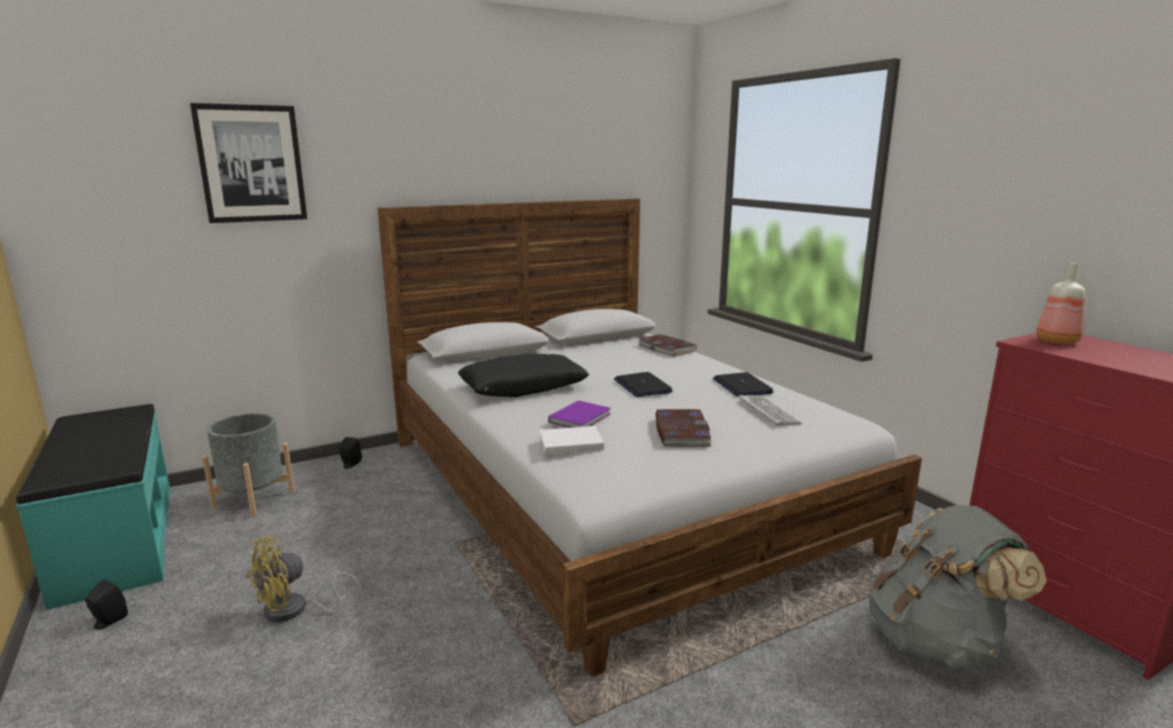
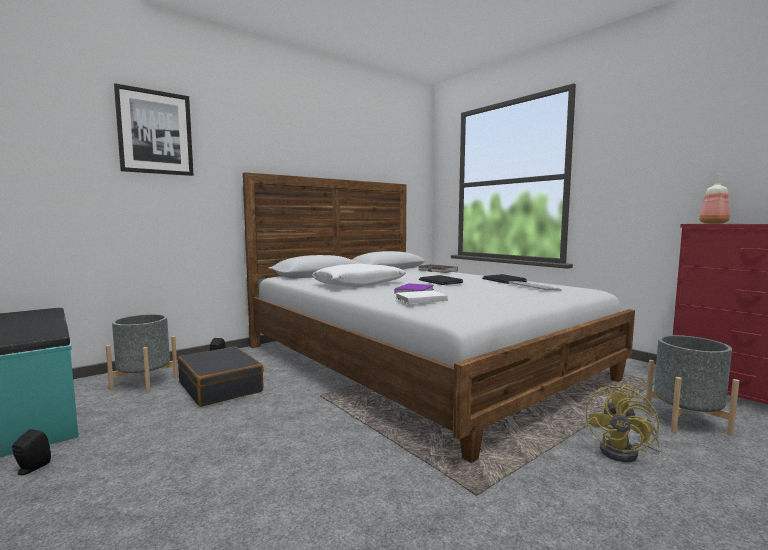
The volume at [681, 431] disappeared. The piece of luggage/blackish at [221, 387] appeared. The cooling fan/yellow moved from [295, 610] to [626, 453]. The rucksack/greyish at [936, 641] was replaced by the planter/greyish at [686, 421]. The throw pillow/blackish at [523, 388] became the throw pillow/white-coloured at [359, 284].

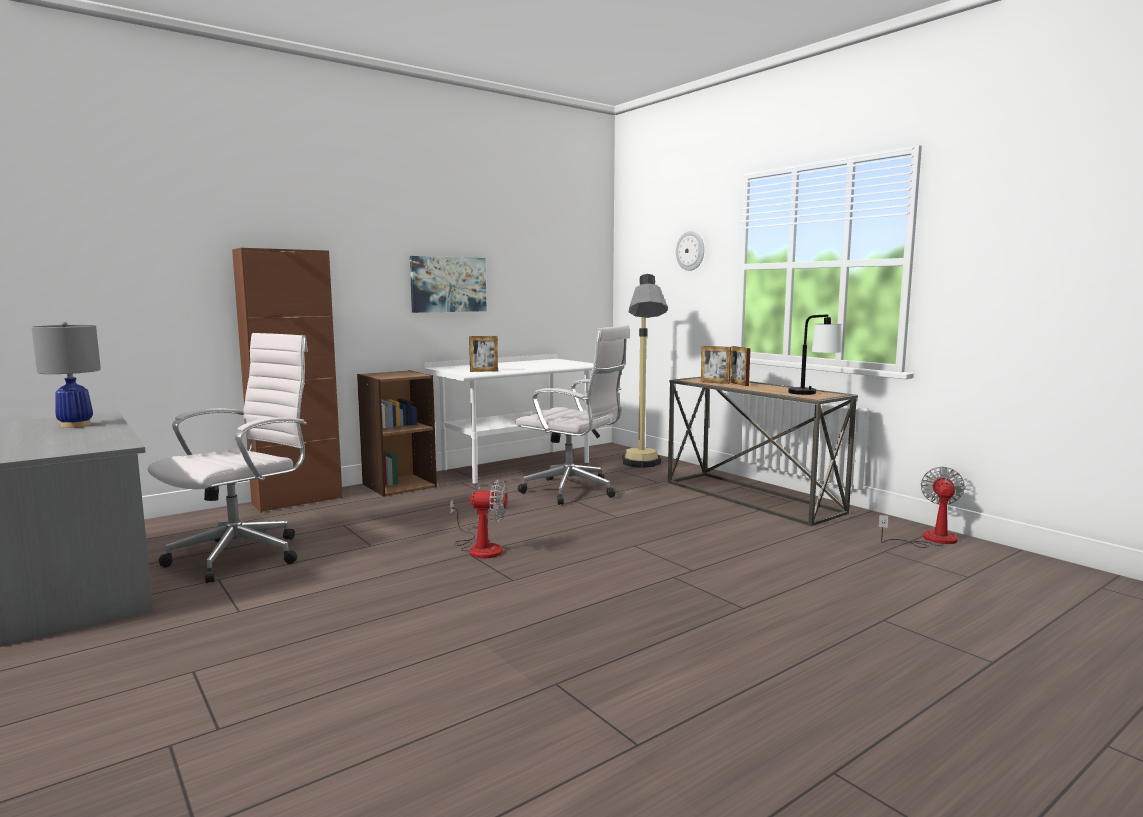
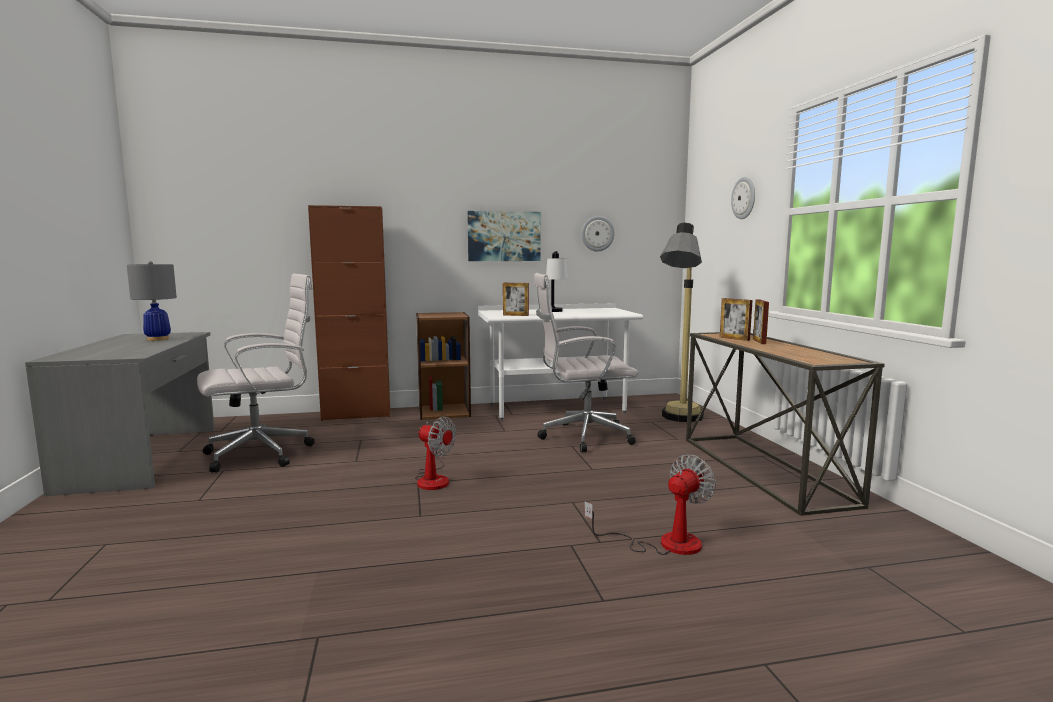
The wall clock at [597, 233] appeared. The lamp for a table moved from [813, 394] to [554, 312]. The cooling fan moved from [929, 539] to [664, 543]. The computer chair/white-coloured at [573, 491] turned 120 degrees clockwise.

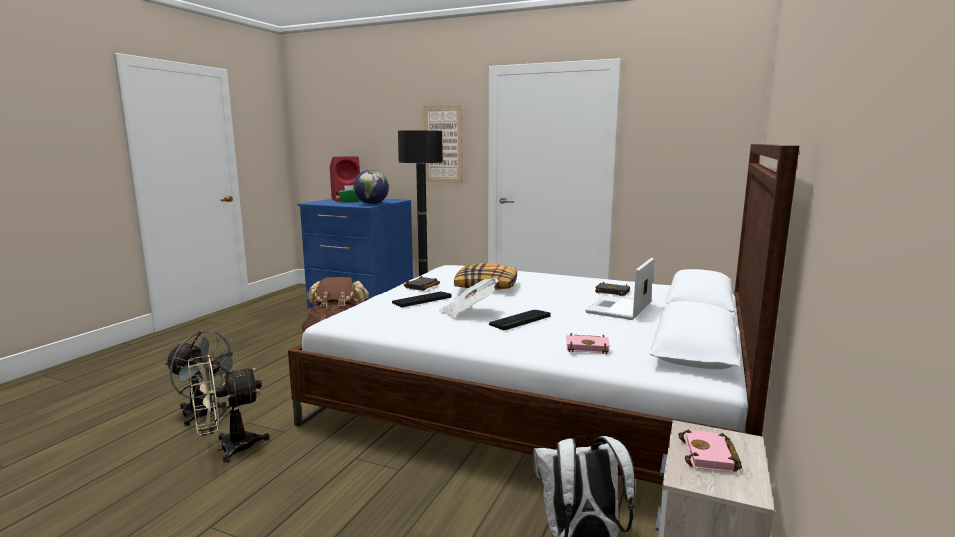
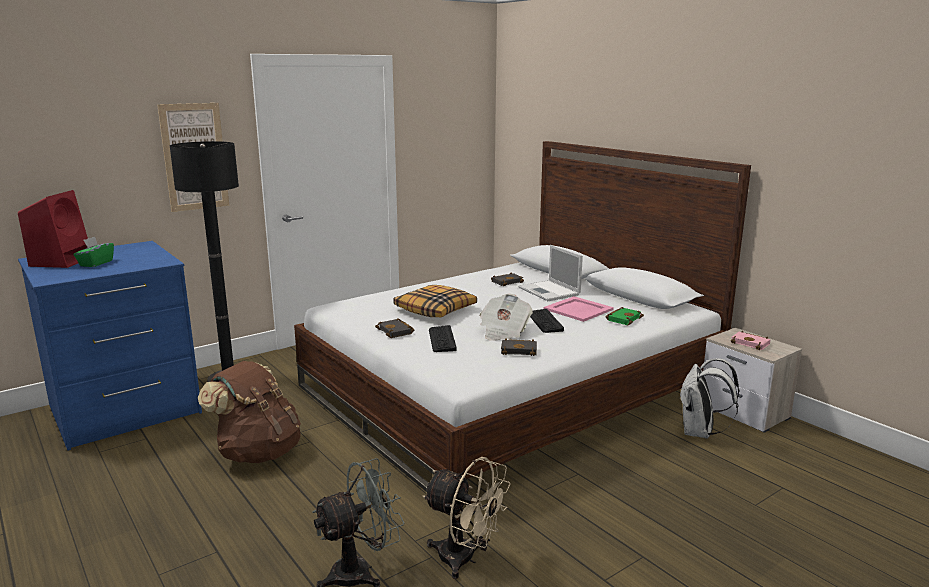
The world globe at [372, 204] disappeared. The volume/blackish at [520, 350] appeared. The carrying tray/pink at [577, 309] appeared. The volume/pink at [588, 347] became the volume/greenish at [623, 318]. The cooling fan/sand-coloured at [228, 448] turned 60 degrees counterclockwise.

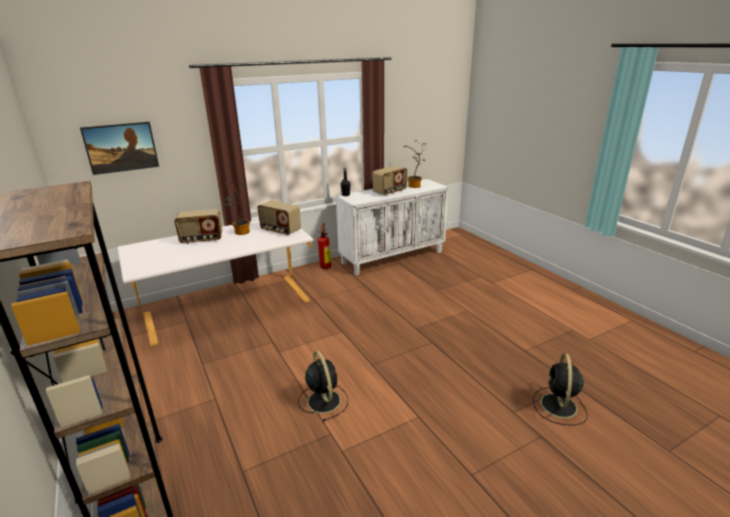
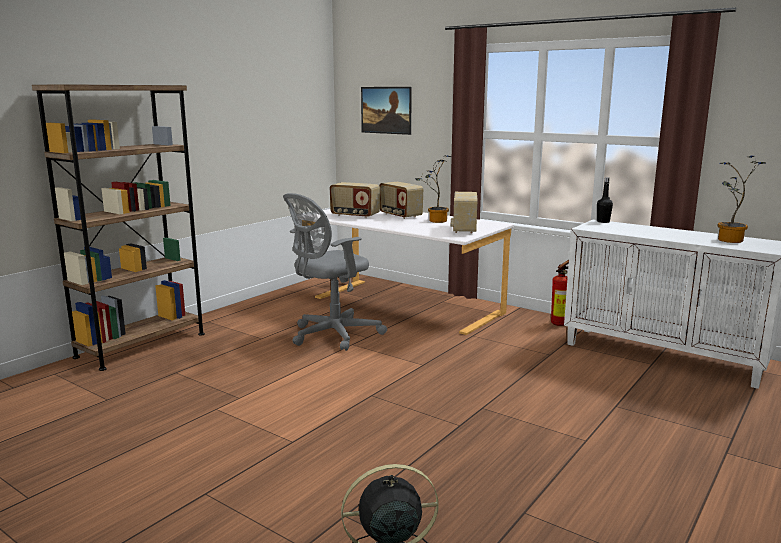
The cooling fan/blackish at [323, 400] disappeared. The computer chair/greyish at [332, 335] appeared. The radio set moved from [390, 192] to [354, 215].

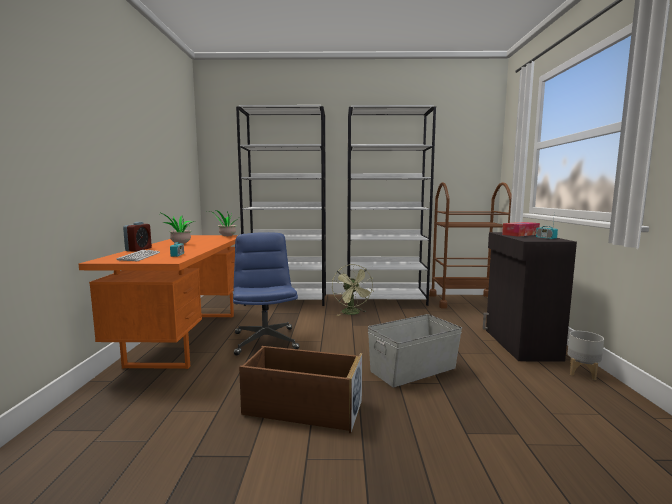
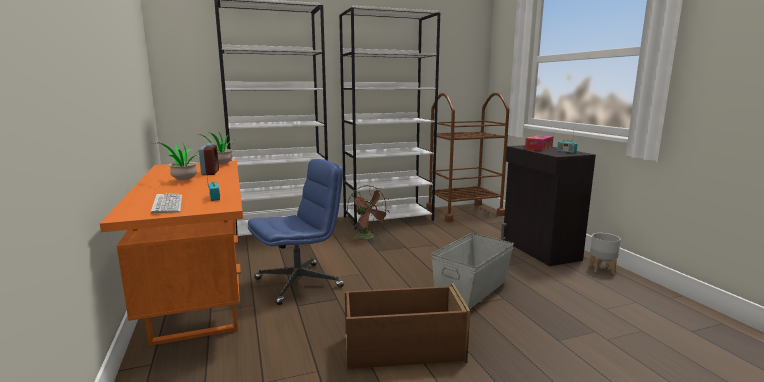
The bedside clock moved from [138, 249] to [210, 172]. The cooling fan/greenish at [352, 313] became the cooling fan/brownish at [367, 238]. The computer chair/bluish at [265, 340] turned 90 degrees clockwise.

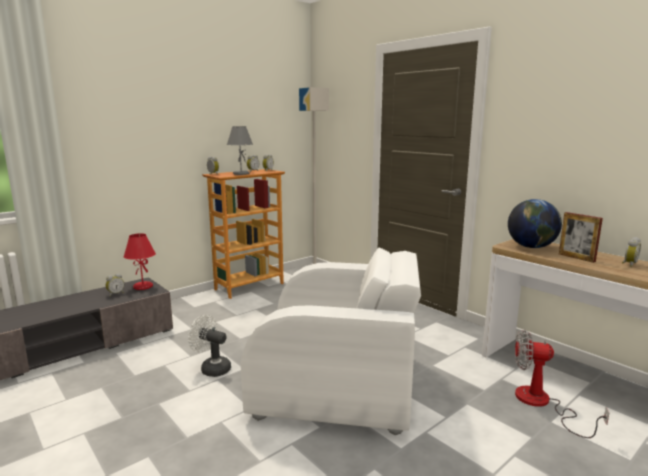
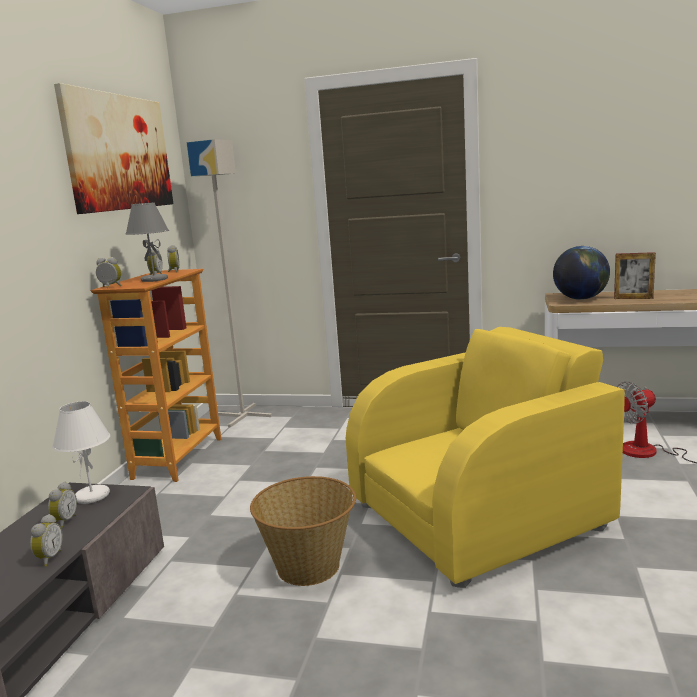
The wall art at [119, 152] appeared. The bedside clock moved from [628, 264] to [48, 558]. The cooling fan/white-coloured at [212, 368] was replaced by the storage basket at [309, 566]. The lamp for a table/reddish at [143, 287] became the lamp for a table/white-coloured at [92, 496]. The easy chair/white-coloured at [337, 385] became the easy chair/yellow at [478, 515].

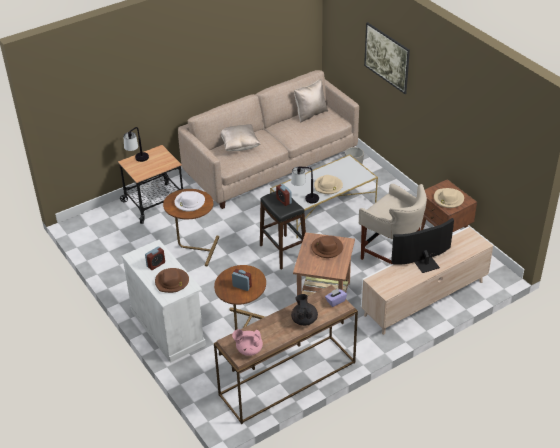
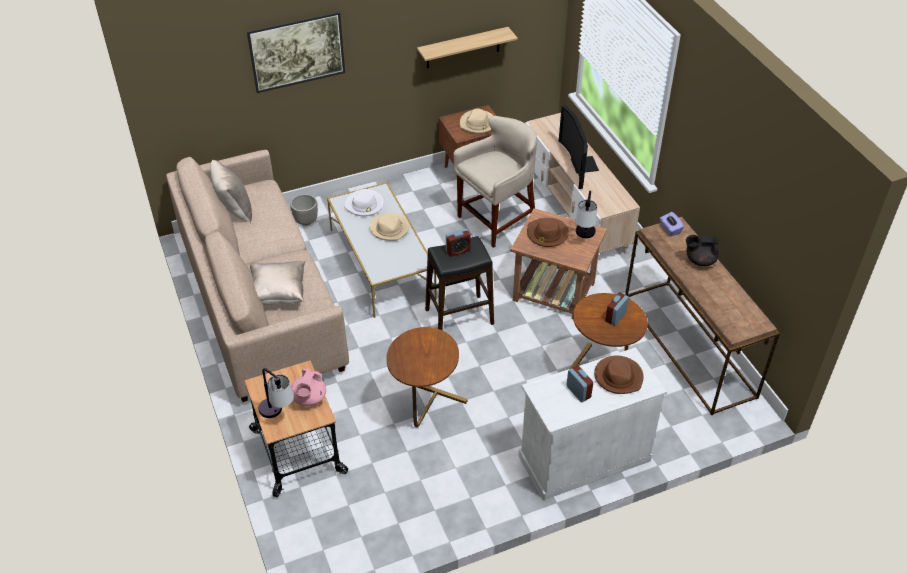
The wall shelf at [463, 48] appeared. The clothing hat/white-coloured moved from [189, 202] to [364, 205]. The teapot/pink moved from [248, 350] to [309, 398]. The lamp for a table moved from [305, 199] to [584, 238].

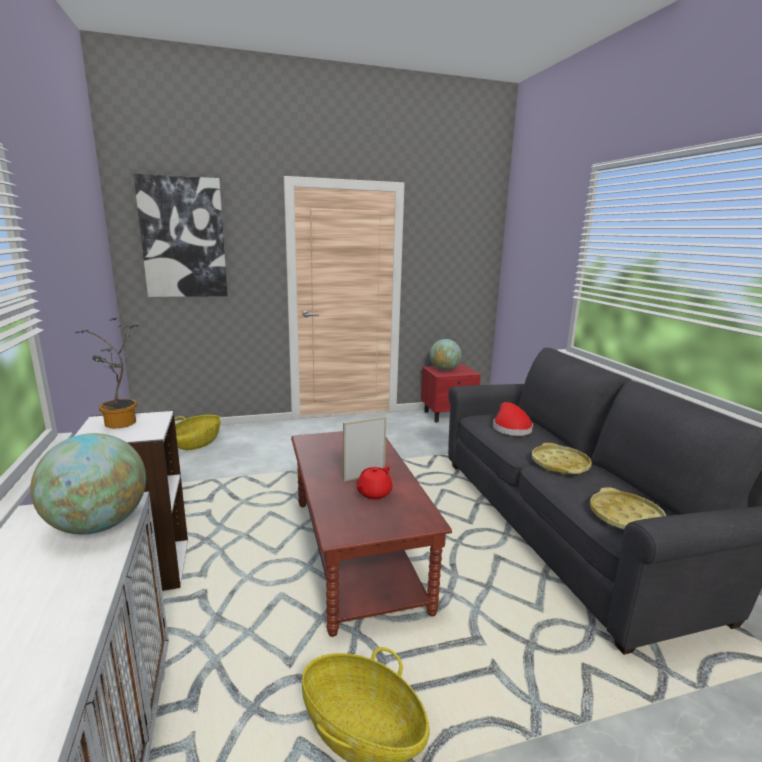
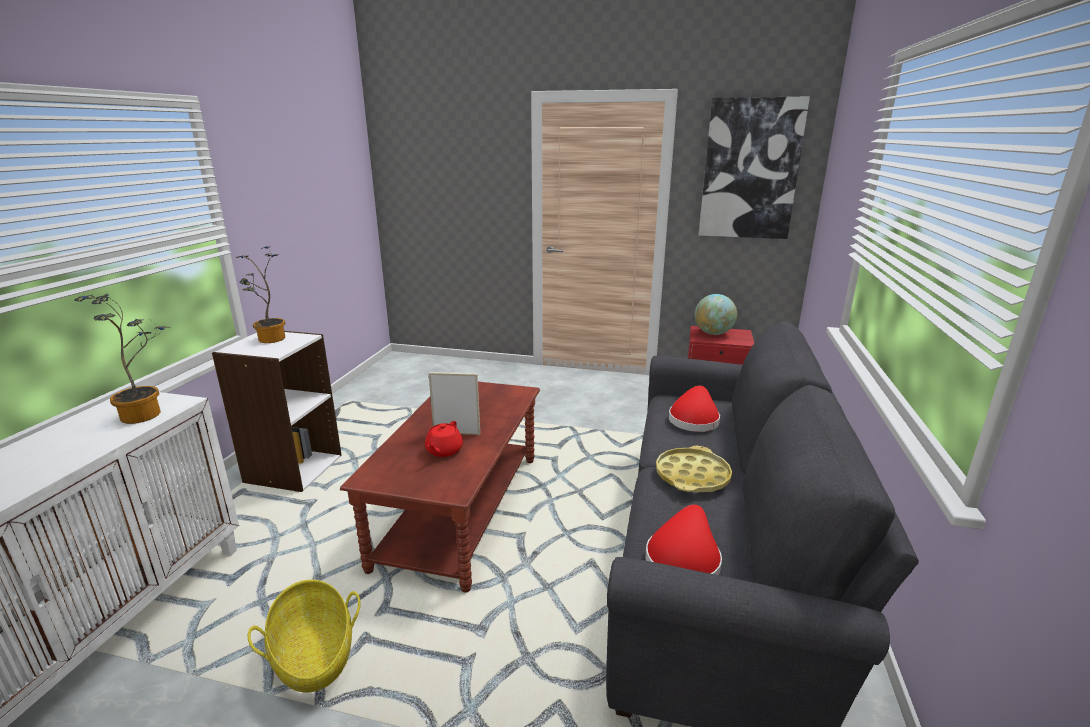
The storage basket at [197, 442] disappeared. The wall art moved from [183, 238] to [750, 169]. The world globe at [98, 525] was replaced by the houseplant at [147, 414]. The carrying tray/yellow at [625, 517] was replaced by the clothing hat/reddish at [683, 558]. The teapot/reddish at [373, 493] turned 45 degrees counterclockwise.

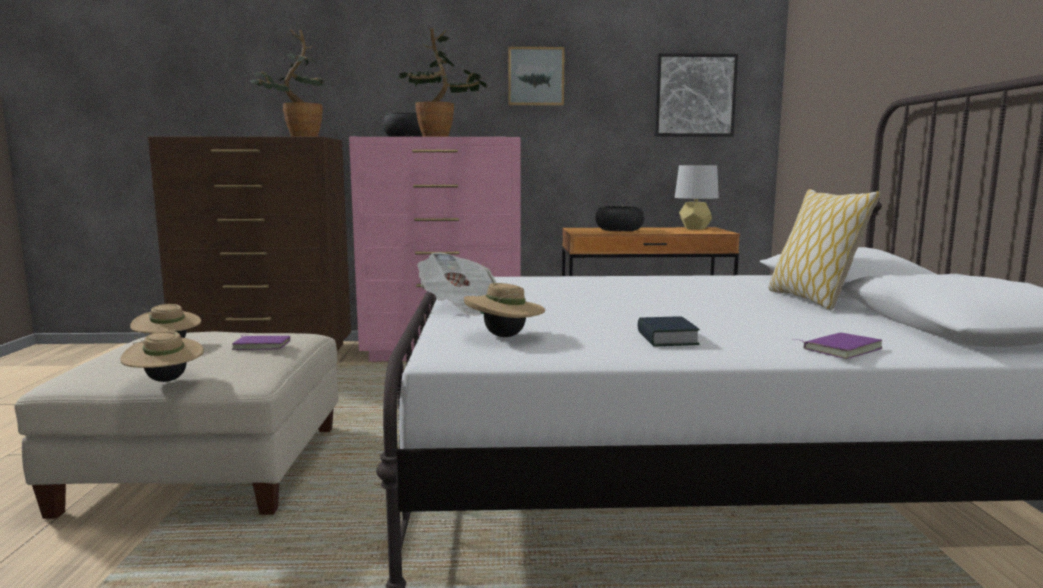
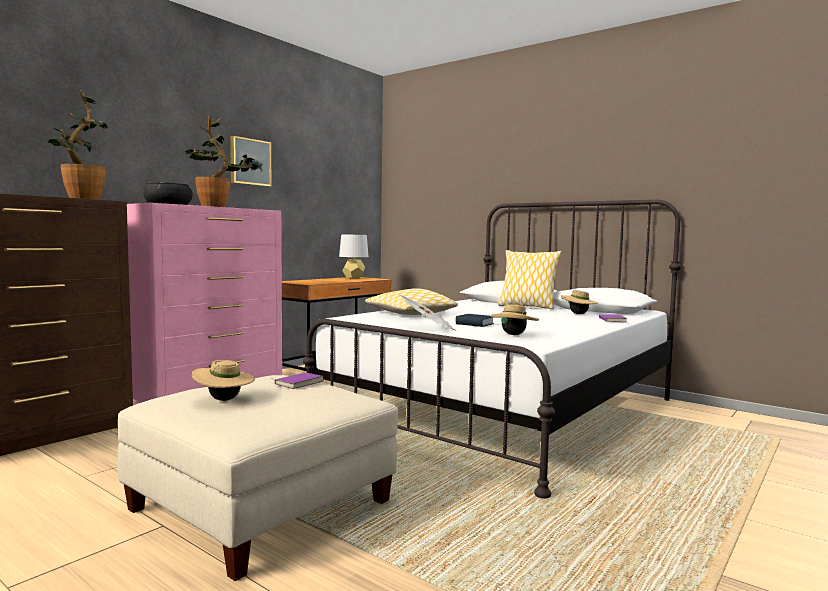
The serving bowl/blackish at [619, 230] disappeared. The wall art at [694, 95] disappeared. The throw pillow at [411, 314] appeared. The clothing hat/sand-coloured moved from [165, 380] to [578, 314]. The volume moved from [666, 339] to [474, 324].

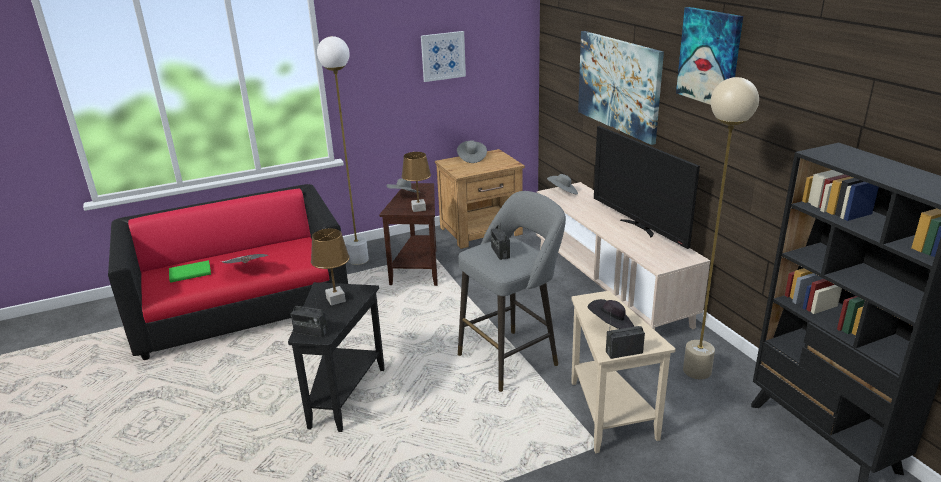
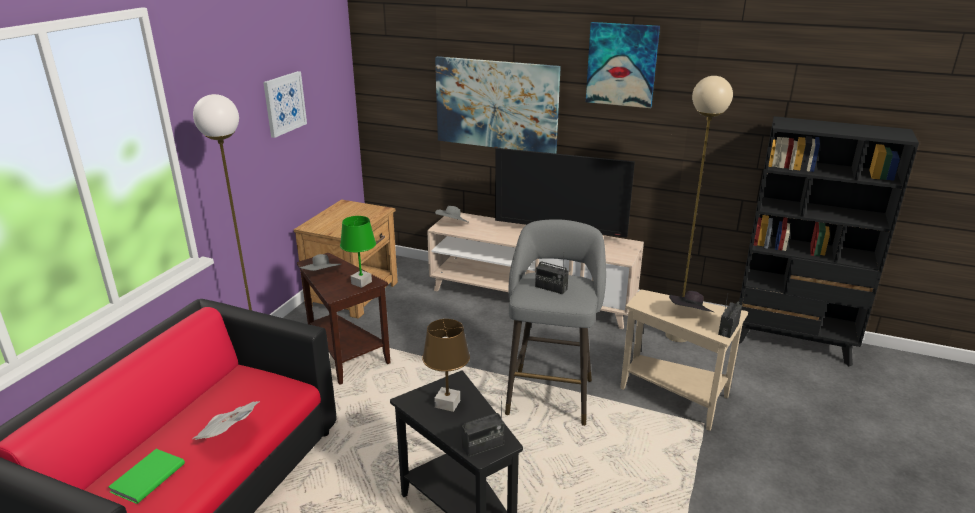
The clothing hat/greyish at [471, 158] disappeared. The lamp for a table/brownish at [418, 209] became the lamp for a table/greenish at [361, 283].

